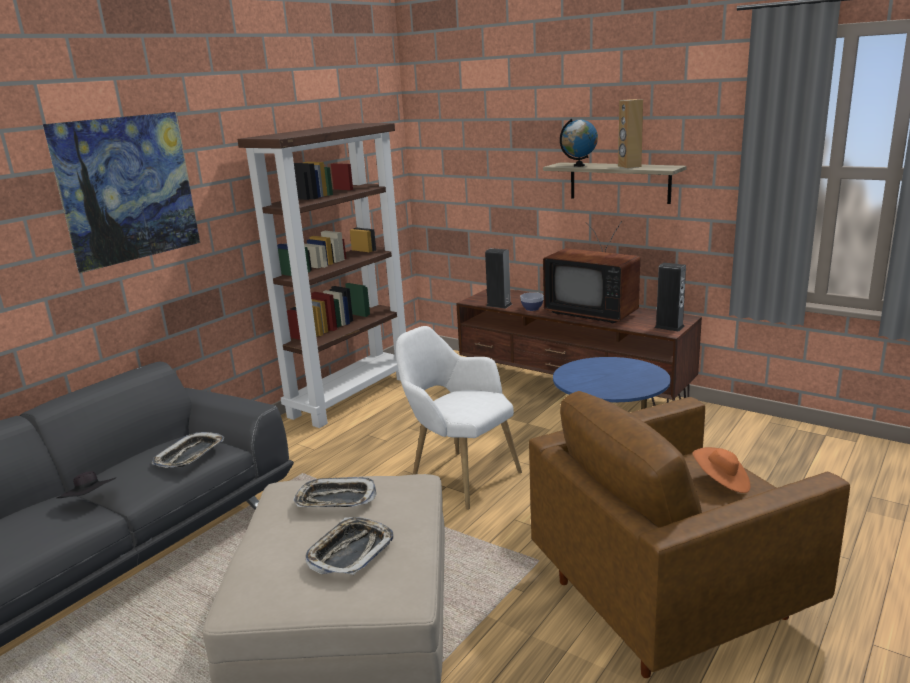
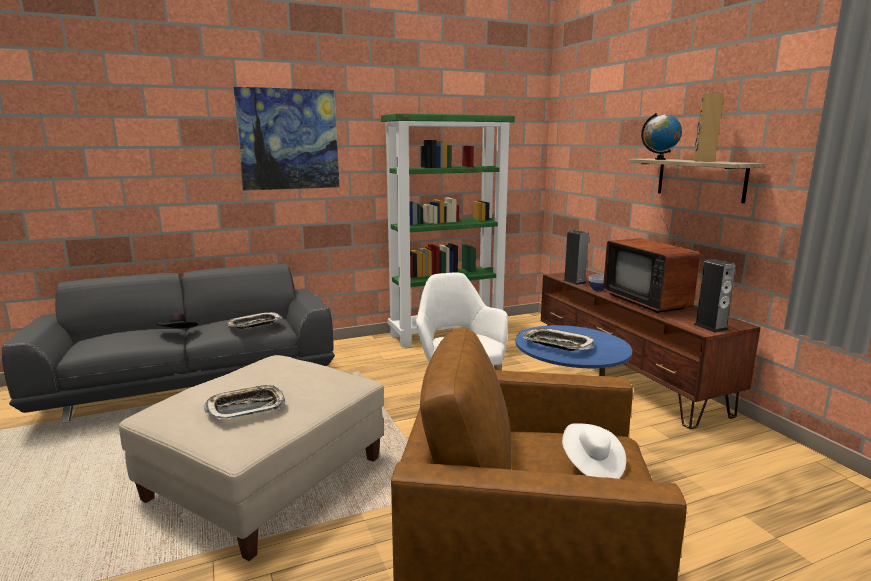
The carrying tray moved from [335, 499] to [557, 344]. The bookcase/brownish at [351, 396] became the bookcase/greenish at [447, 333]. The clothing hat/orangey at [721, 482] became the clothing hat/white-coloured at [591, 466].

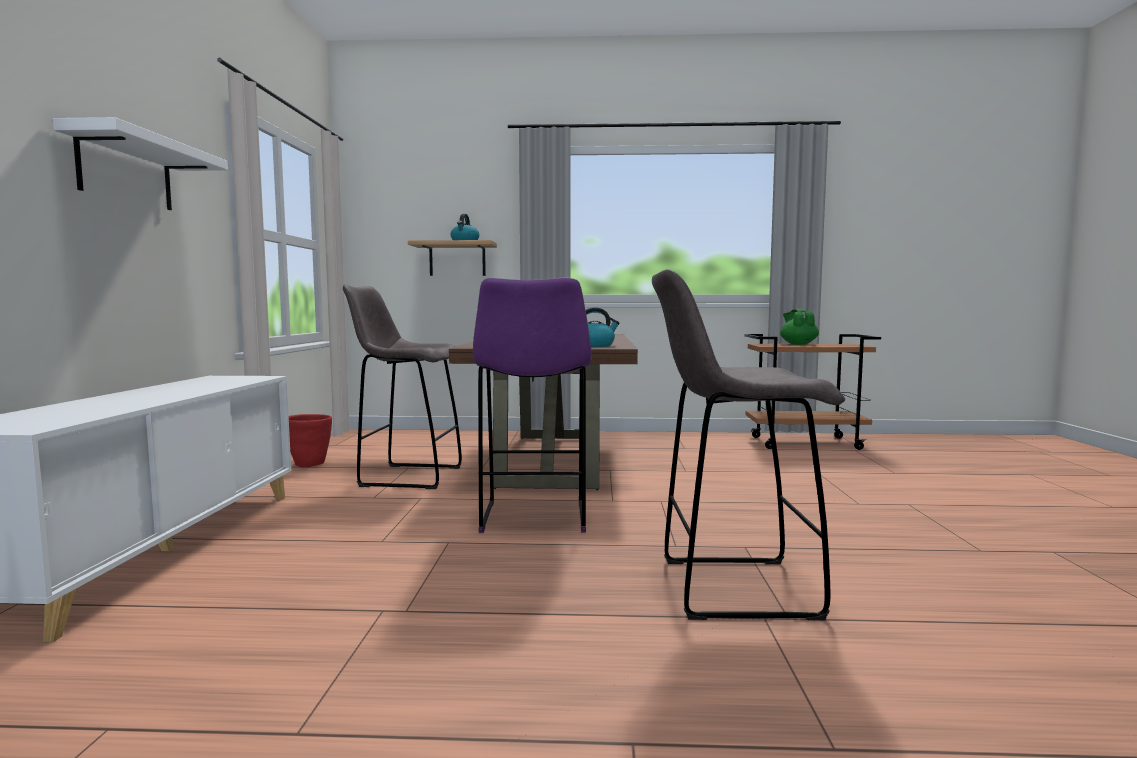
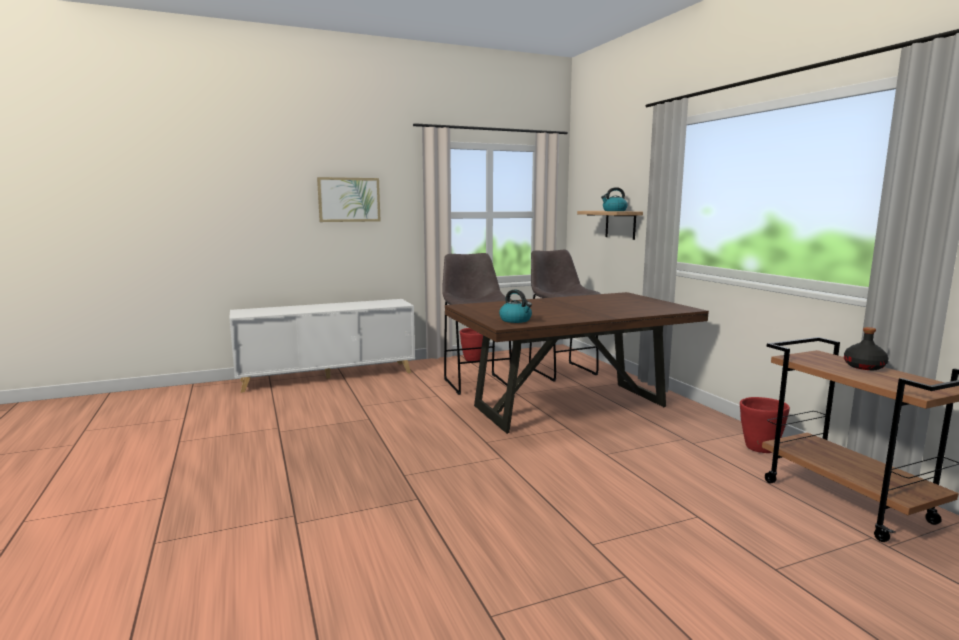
The stool/purple at [533, 518] disappeared. The planter/reddish at [759, 448] appeared. The stool/greyish moved from [731, 588] to [561, 371]. The wall shelf/white-coloured at [126, 171] was replaced by the wall art at [349, 199]. The teapot/greenish at [798, 344] was replaced by the bottle/blackish at [864, 367].

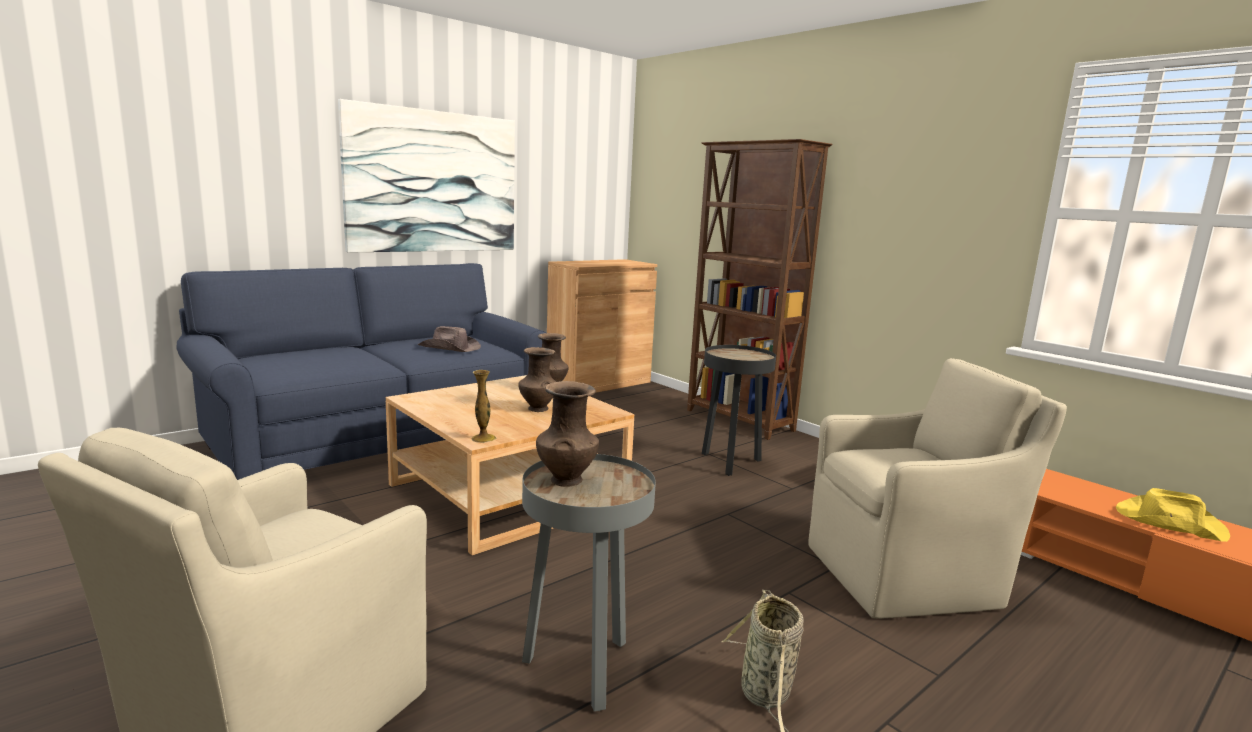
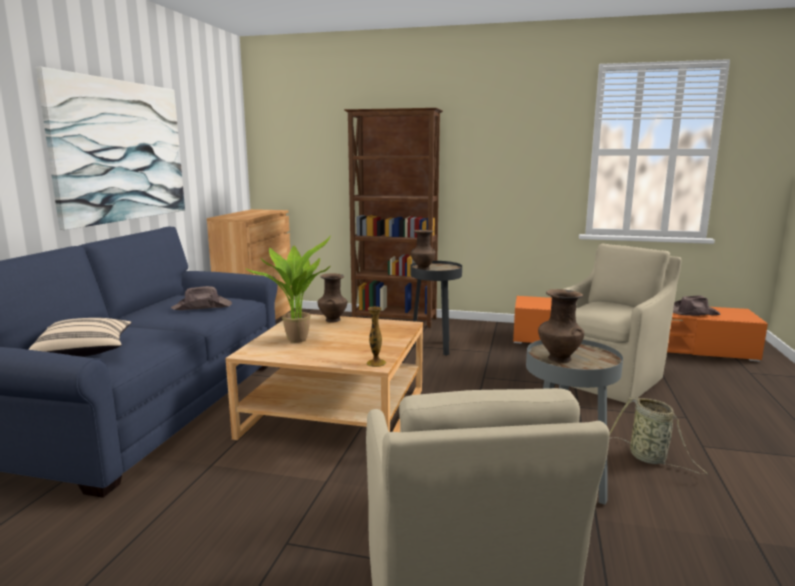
The throw pillow/sand-coloured at [84, 353] appeared. The houseplant at [297, 339] appeared. The flower vase/brownish moved from [537, 408] to [422, 268]. The clothing hat/yellow at [1168, 522] became the clothing hat/brownish at [692, 312].

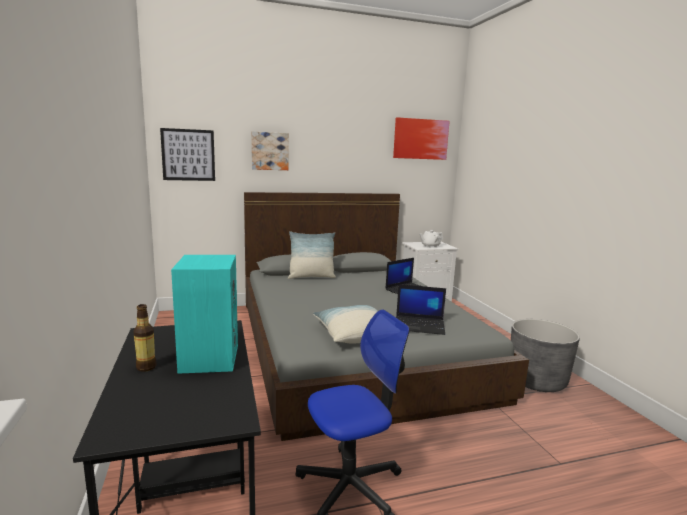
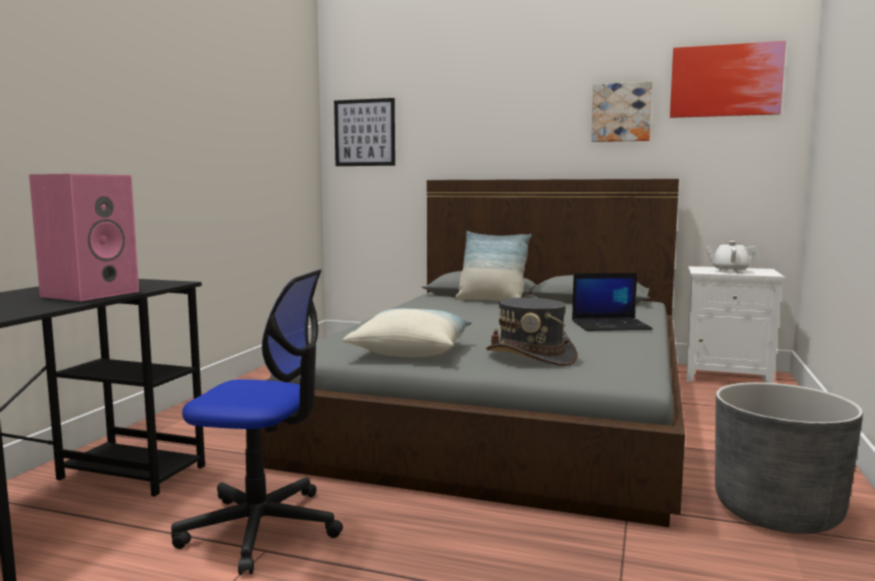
The bottle at [146, 367] disappeared. The wall art moved from [269, 151] to [621, 112]. The portable computer at [420, 325] was replaced by the clothing hat/greyish at [531, 357]. The audio speaker/blue-green at [208, 357] became the audio speaker/pink at [91, 293].

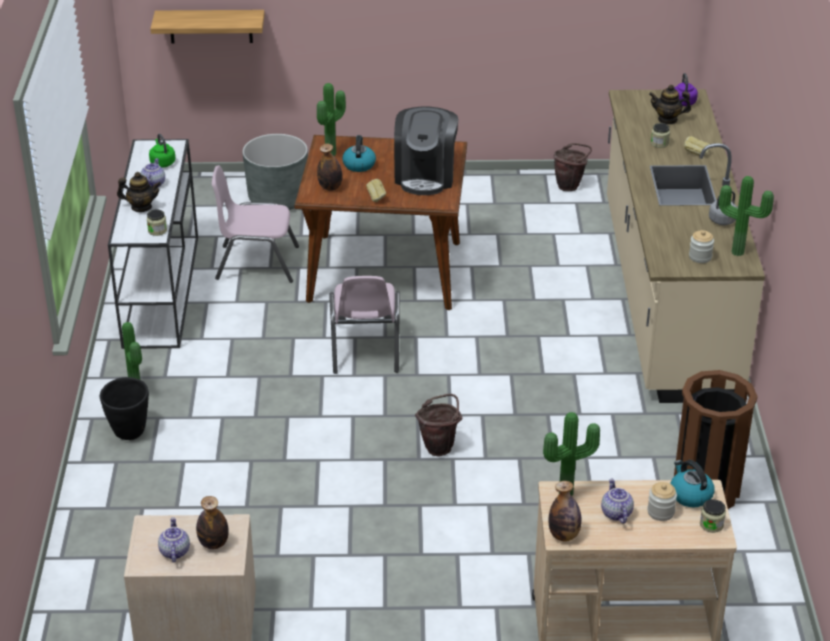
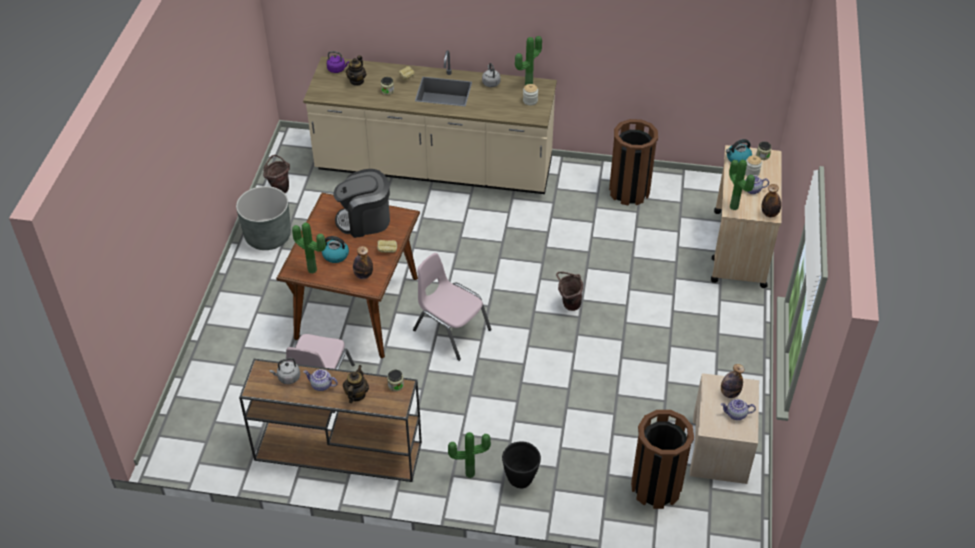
The wall shelf at [210, 26] disappeared. The waste bin/brownish at [656, 487] appeared. The planter/greyish moved from [277, 199] to [268, 236]. The hall table/white-coloured at [161, 289] became the hall table/brownish at [336, 451]. The tea kettle/greenish at [162, 162] became the tea kettle/greyish at [287, 378]. The plain chair/pink at [365, 348] turned 150 degrees counterclockwise. The coffee brewer at [425, 176] turned 150 degrees clockwise.

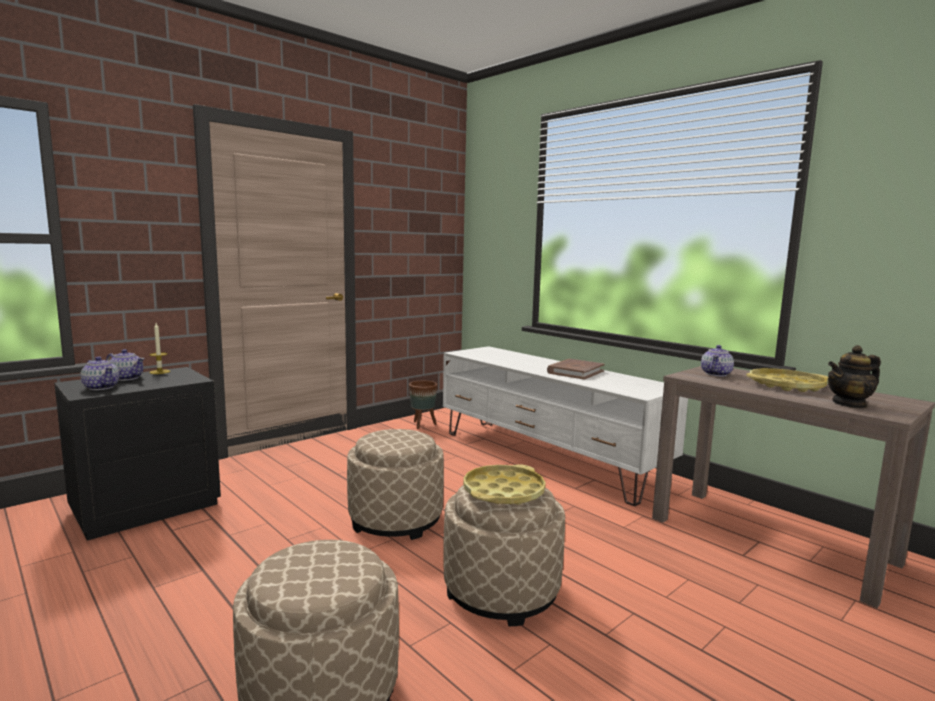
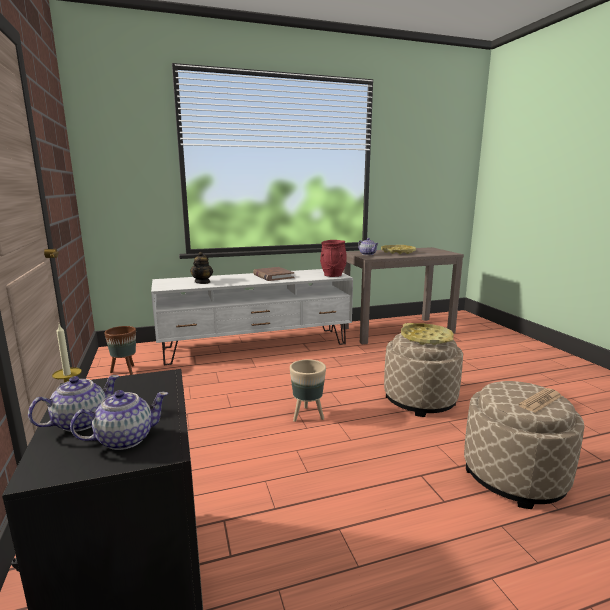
The flower vase/reddish at [333, 275] appeared. The daily paper at [540, 401] appeared. The teapot moved from [849, 404] to [202, 282]. The footrest/sand-coloured at [395, 519] was replaced by the planter/sand-coloured at [307, 416].

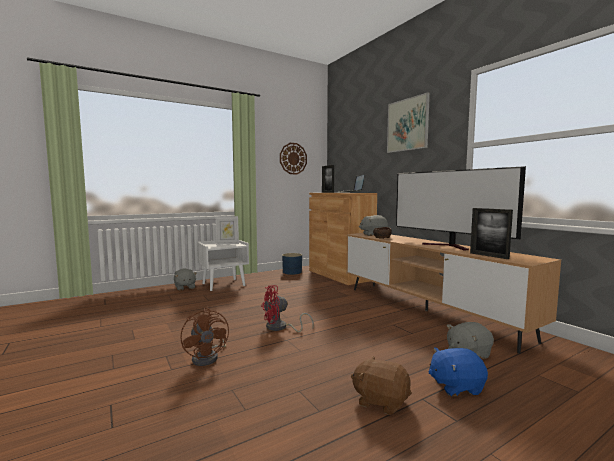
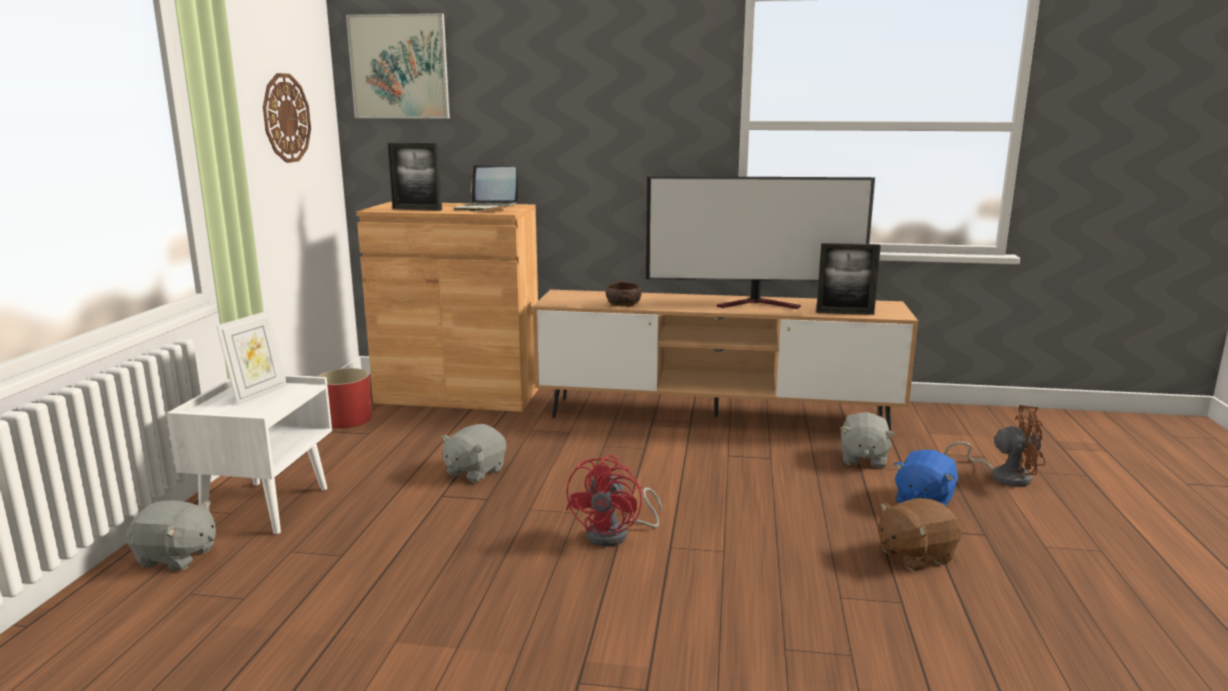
The cooling fan/brownish moved from [208, 357] to [1003, 476]. The soft toy/greyish moved from [373, 235] to [474, 471]. The wall art moved from [407, 125] to [399, 67]. The planter/bluish at [292, 272] became the planter/reddish at [347, 419].

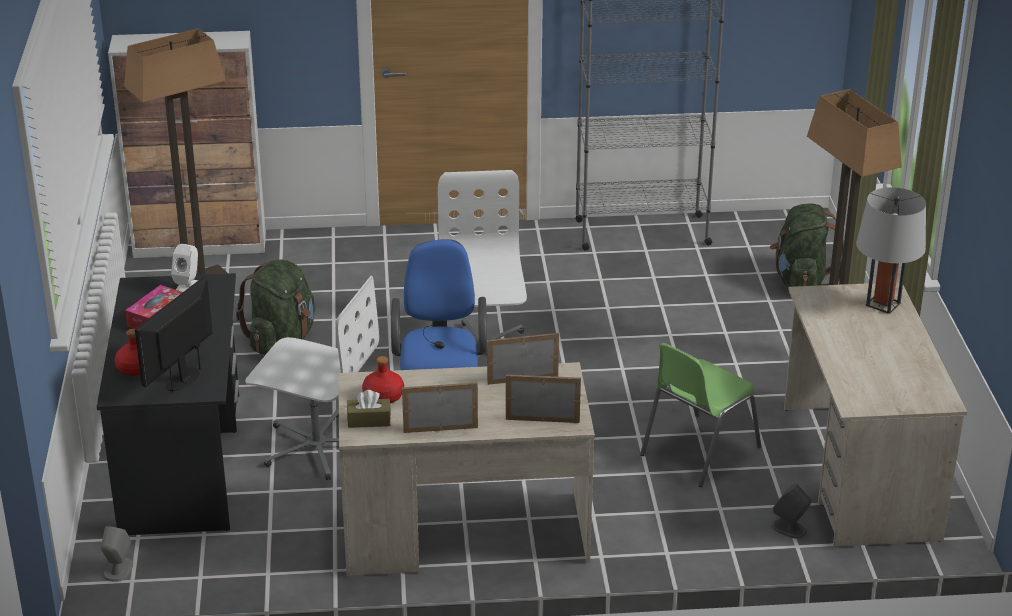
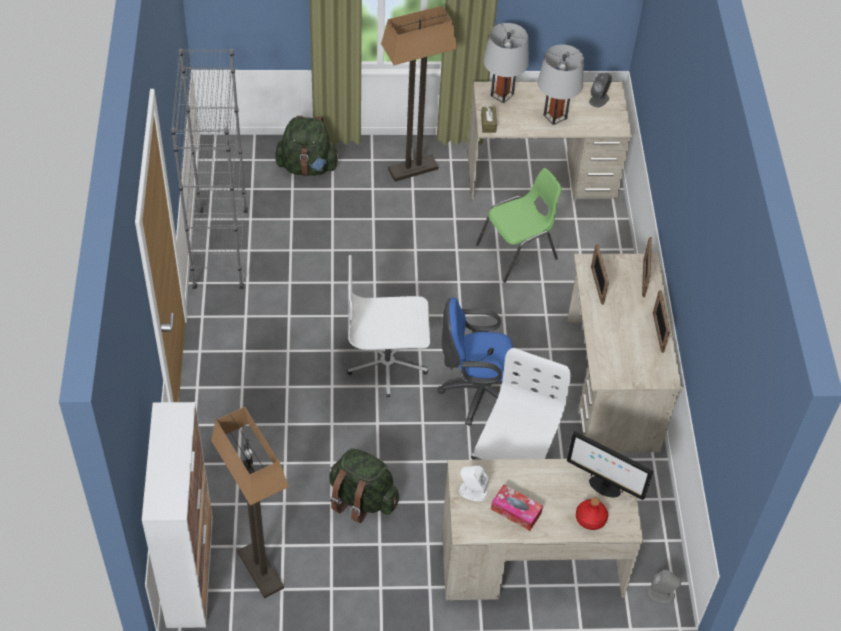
The bottle/reddish at [383, 396] disappeared. The lamp for a table/greyish at [555, 116] appeared. The tissue holder/brownish moved from [369, 420] to [488, 123]. The audio speaker/greyish moved from [789, 528] to [599, 99]. The desk unit/blackish at [182, 462] became the desk unit/sand-coloured at [531, 561]. The plain chair/greenish at [697, 451] turned 75 degrees counterclockwise.

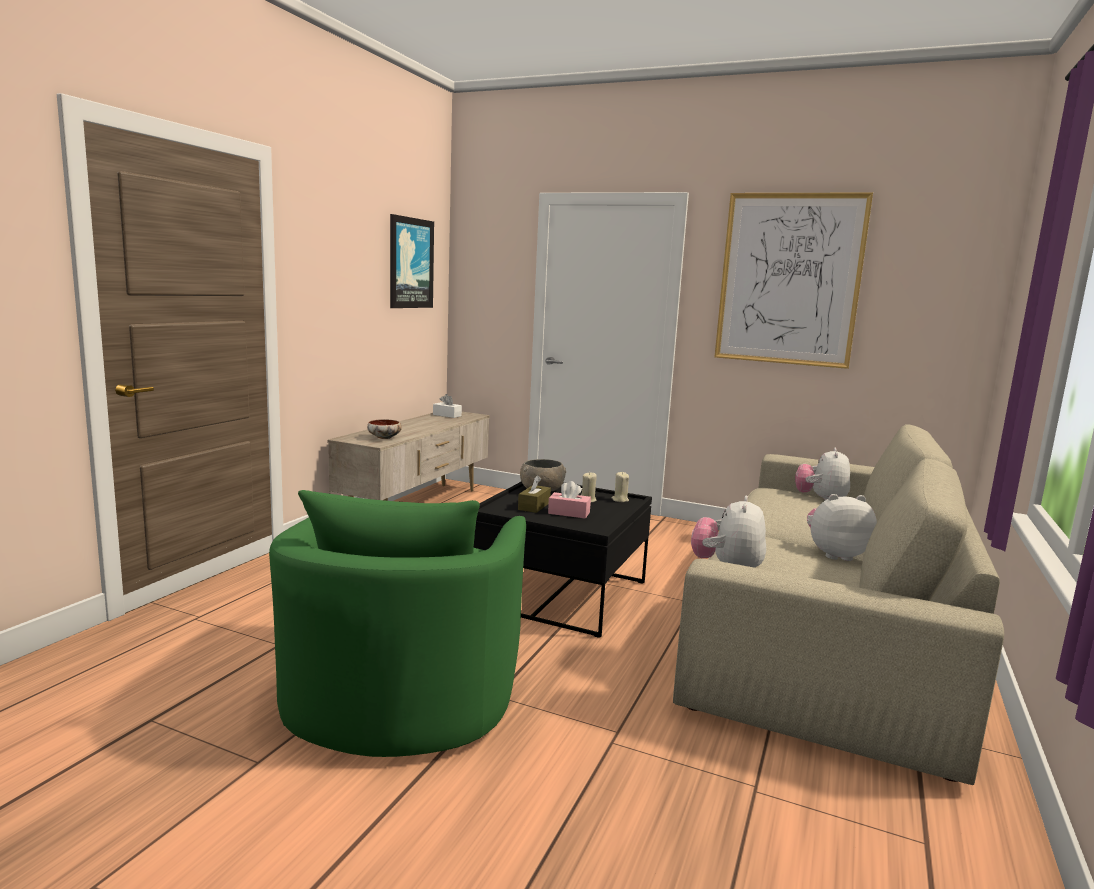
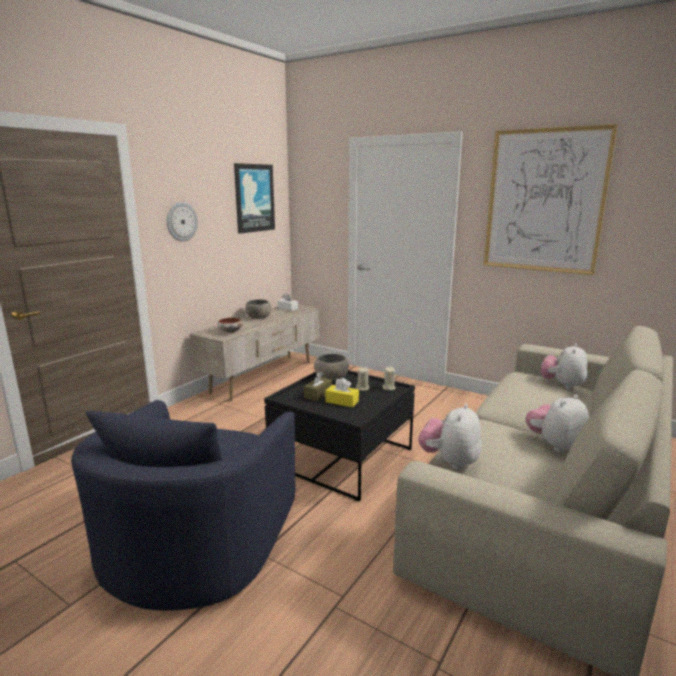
The wall clock at [181, 221] appeared. The serving bowl/greyish at [258, 317] appeared. The easy chair/greenish at [403, 687] became the easy chair/bluish at [196, 541]. The tissue holder/pink at [569, 513] became the tissue holder/yellow at [342, 401]. The soft toy at [834, 555] turned 45 degrees counterclockwise.

